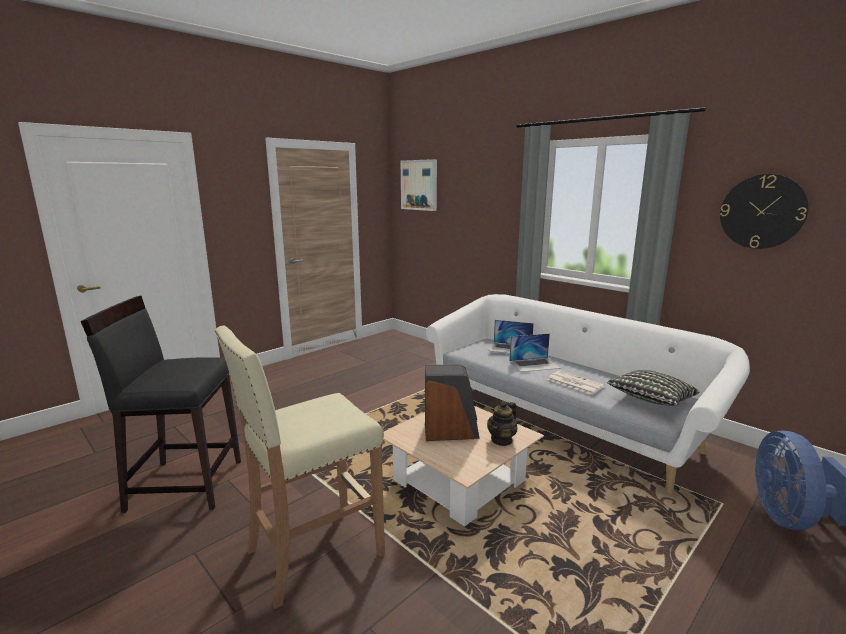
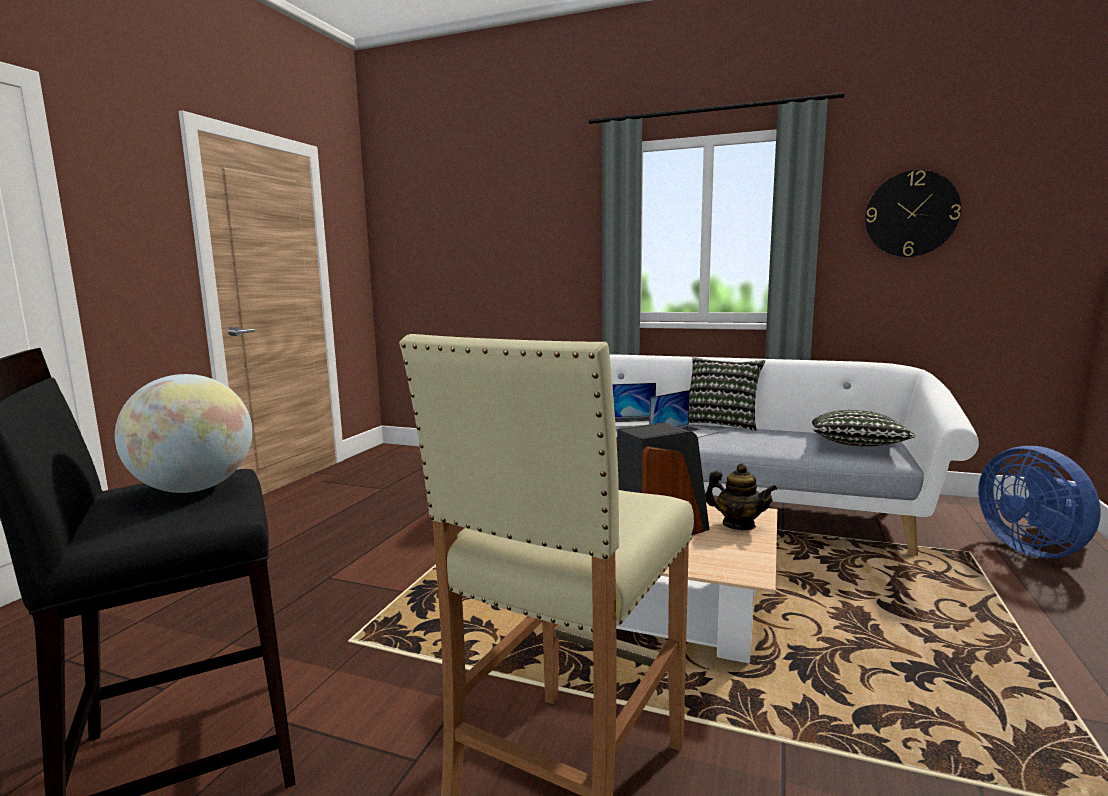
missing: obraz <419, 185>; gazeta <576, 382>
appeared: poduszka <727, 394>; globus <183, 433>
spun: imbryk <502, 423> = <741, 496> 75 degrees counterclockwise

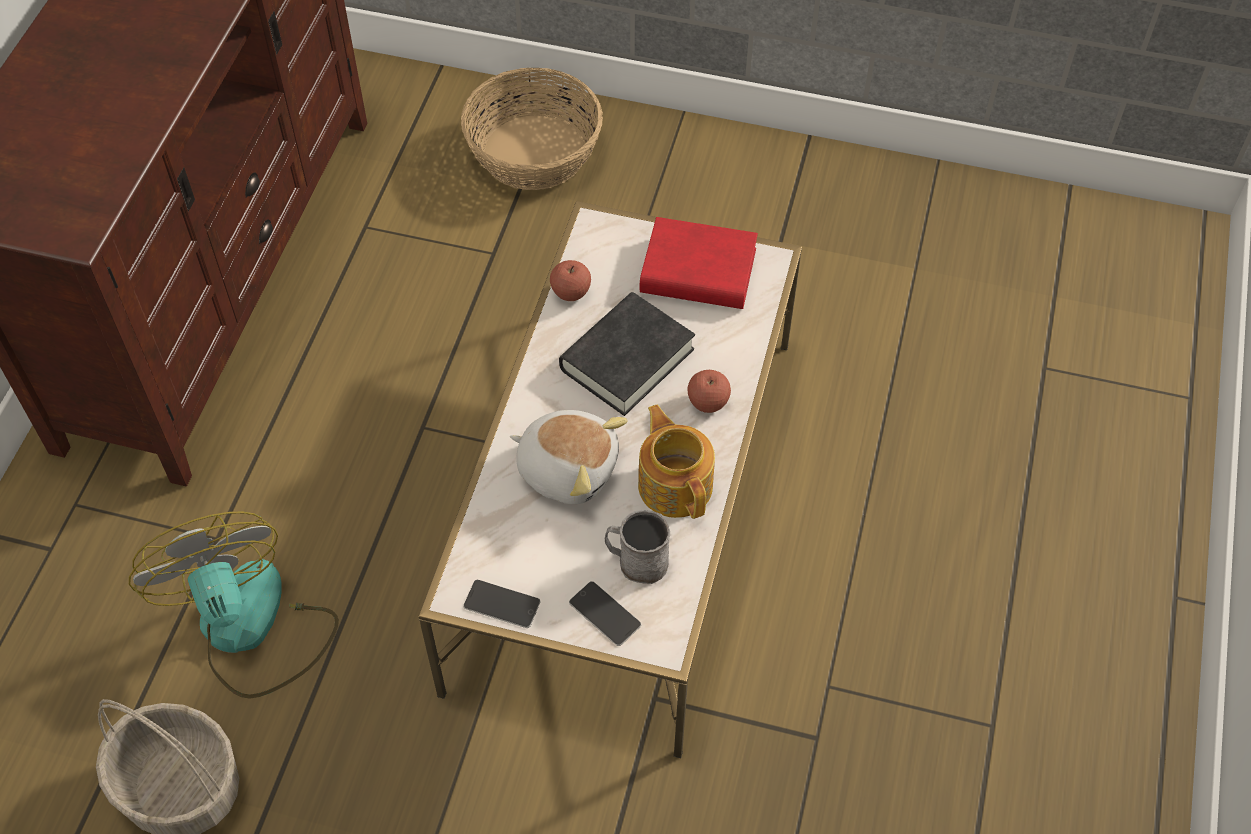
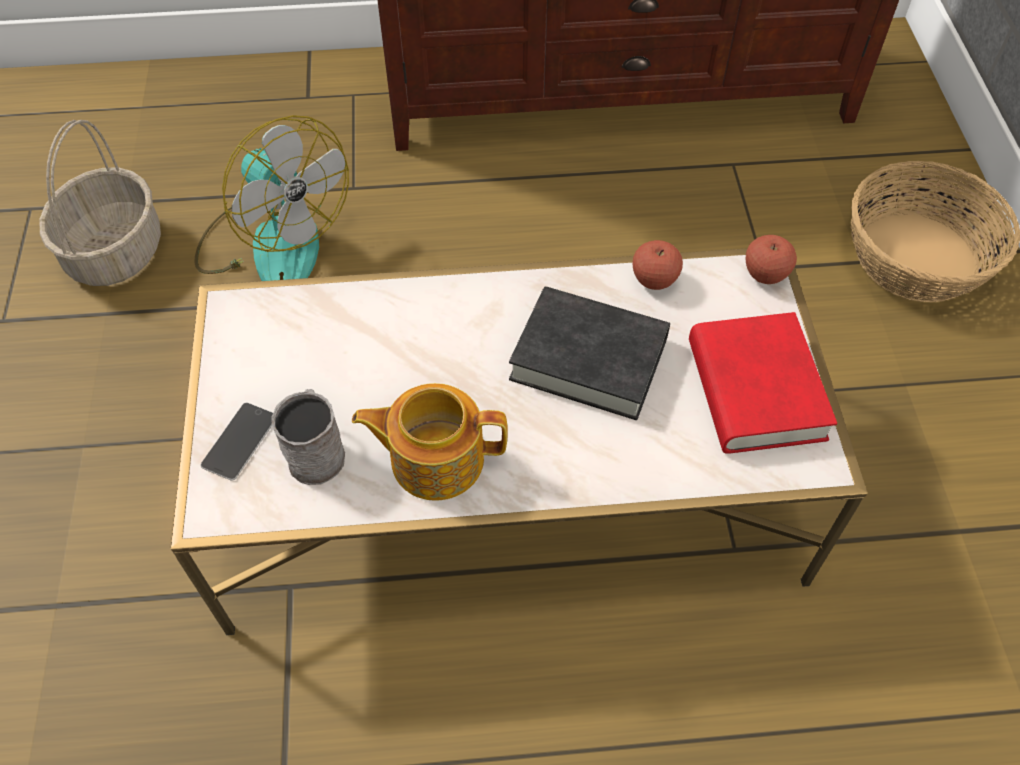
missing: pluszak <569, 457>; telefon <502, 604>
relocated: jabłko <709, 391> to <771, 259>
spun: imbryk <676, 462> = <430, 442> 135 degrees counterclockwise; wentylator <234, 605> = <271, 198> 90 degrees clockwise

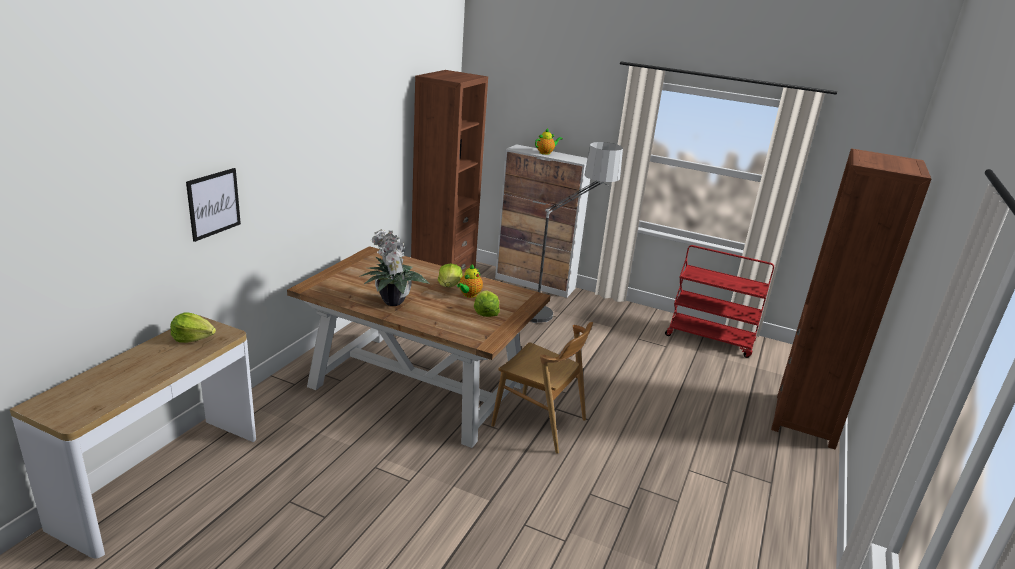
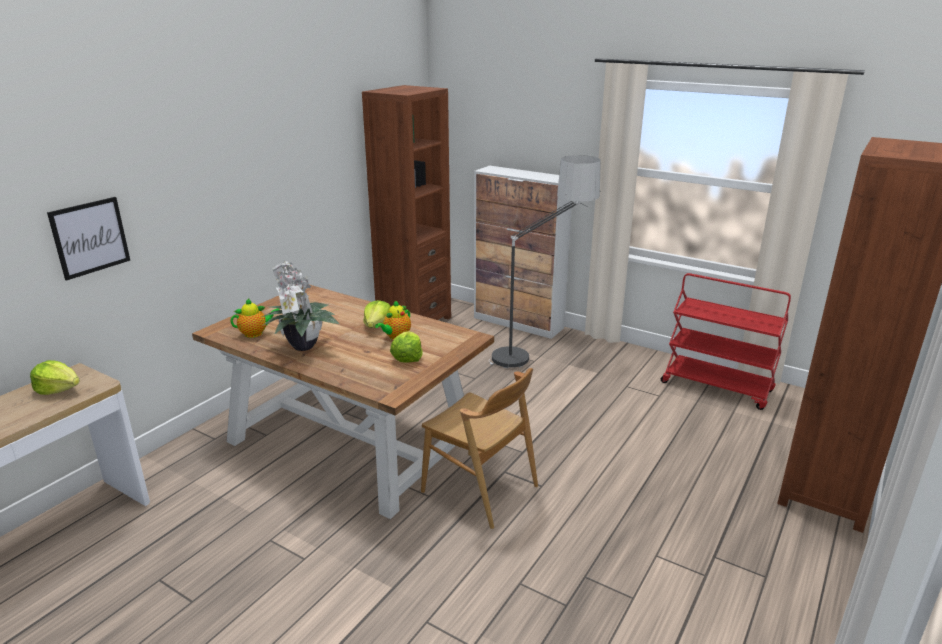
relocated: imbryk <549, 141> to <255, 318>

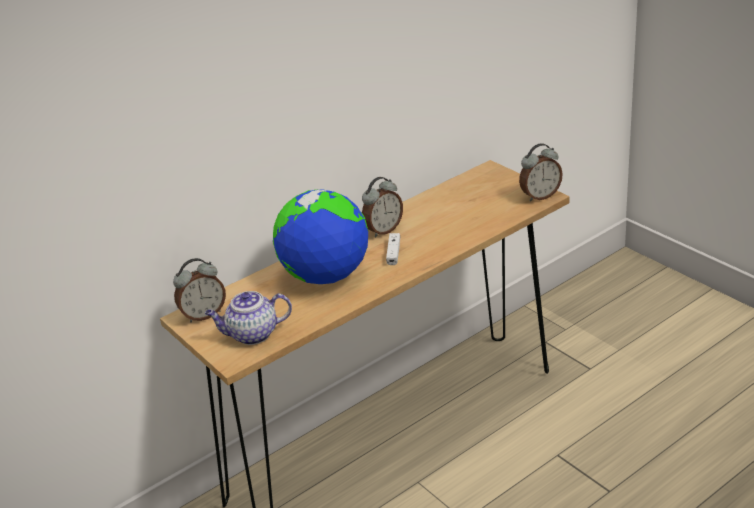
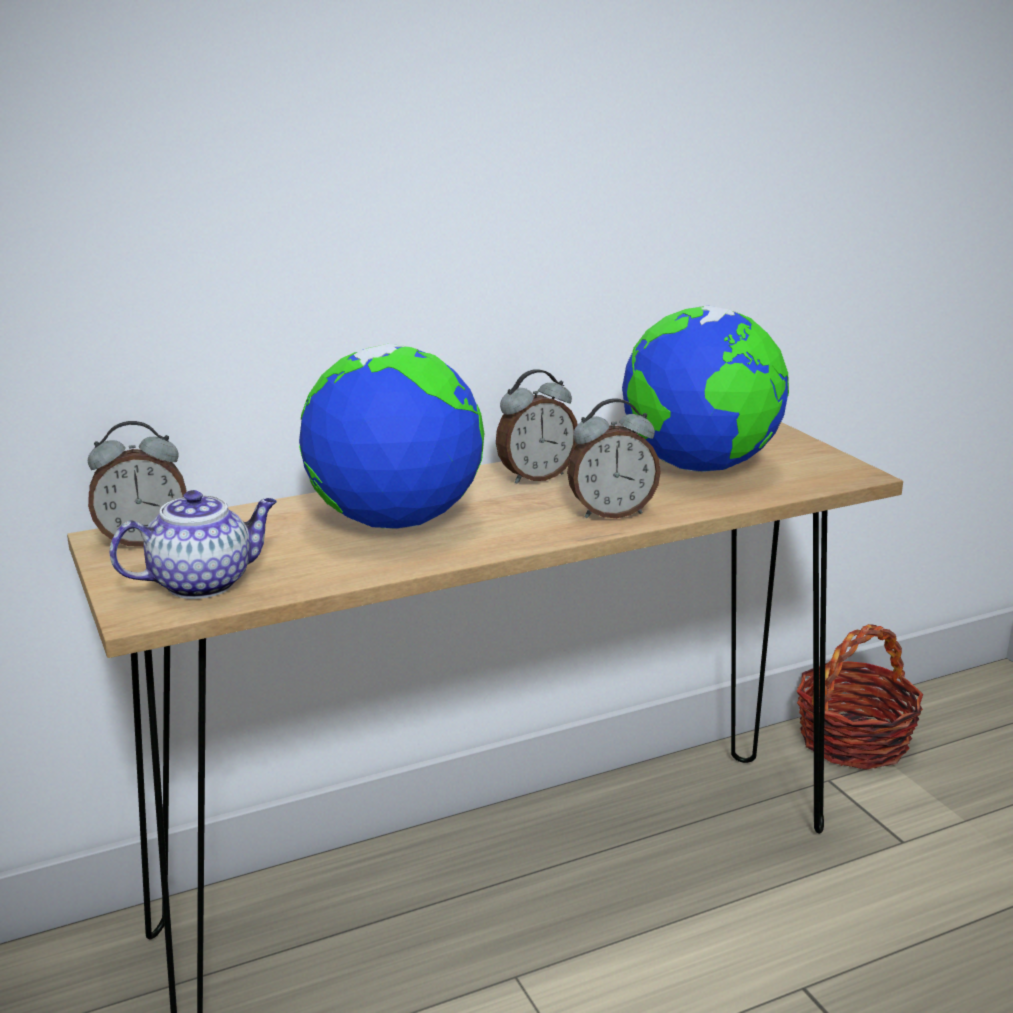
missing: pad do gier (biały) <393, 249>
appeared: globus <705, 389>; koszyk <860, 697>
relocated: budzik <541, 172> to <614, 458>
spun: imbryk <248, 318> = <193, 544> 150 degrees clockwise

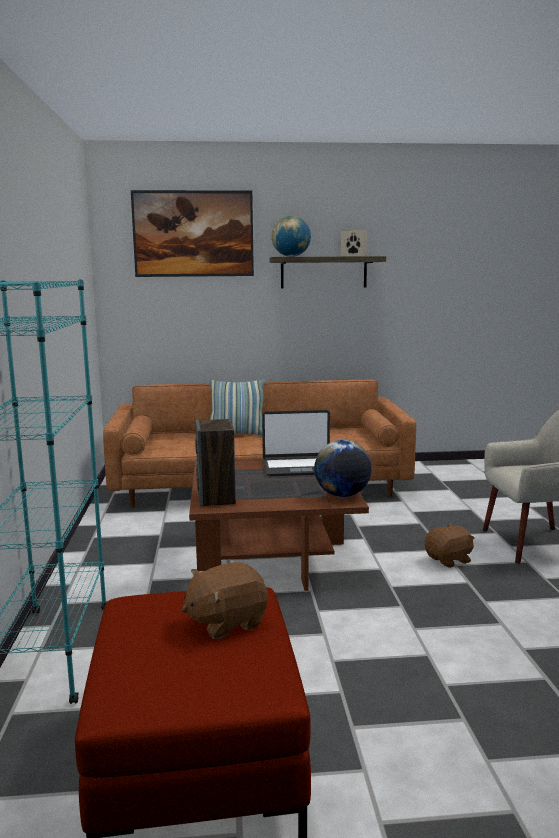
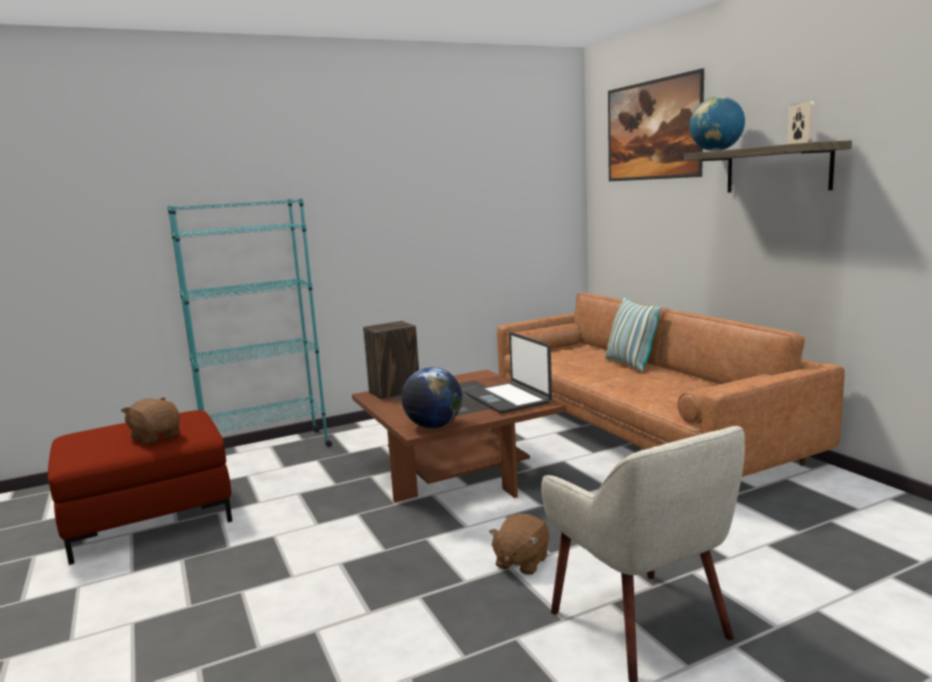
spun: pluszak (brązowy) <450, 546> = <519, 544> 75 degrees clockwise

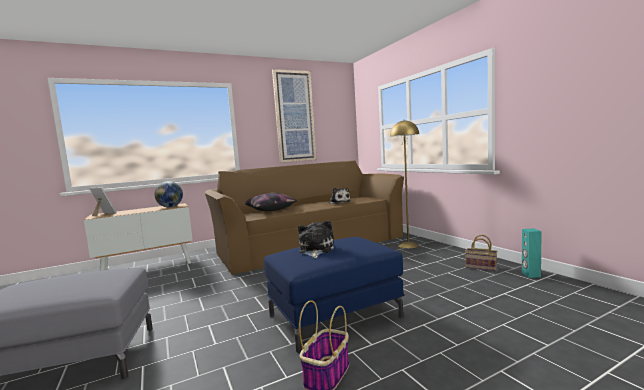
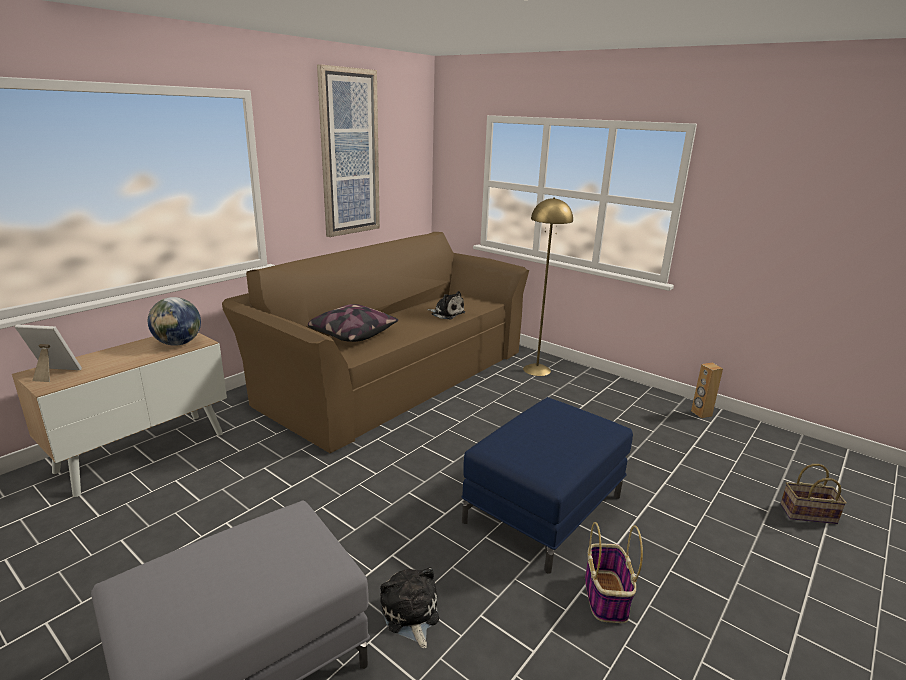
relocated: pluszak <316, 239> to <409, 608>; koszyk <481, 253> to <813, 494>
colour: głośnik (turkusowy) <532, 253> to głośnik (brązowy) <707, 390>

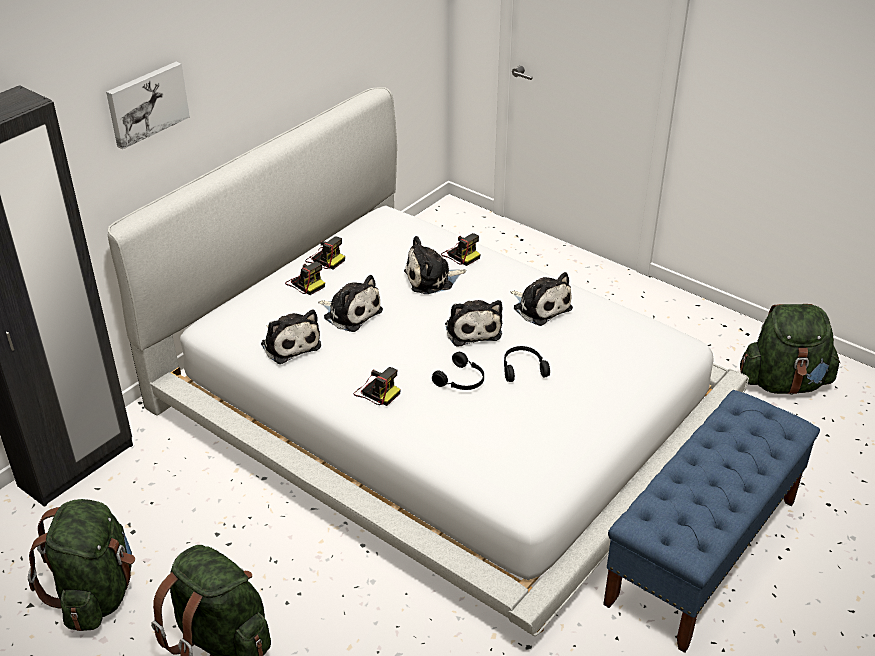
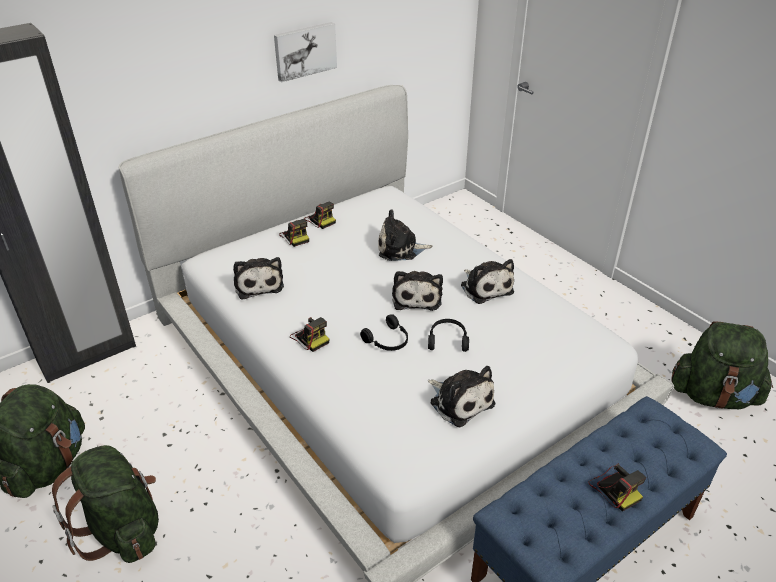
relocated: obraz <148, 105> to <305, 52>; aparat fotograficzny <461, 249> to <617, 487>; pluszak <350, 303> to <461, 396>

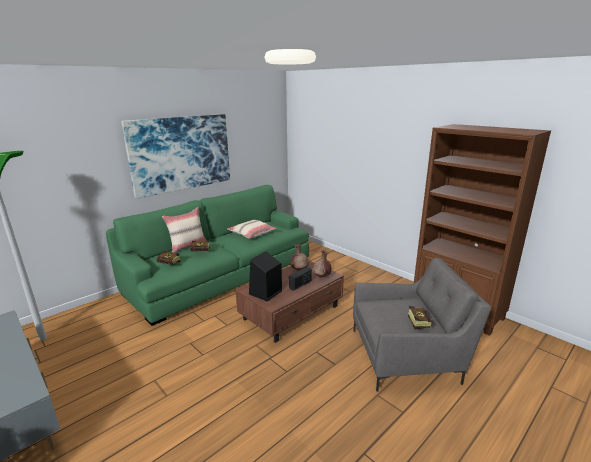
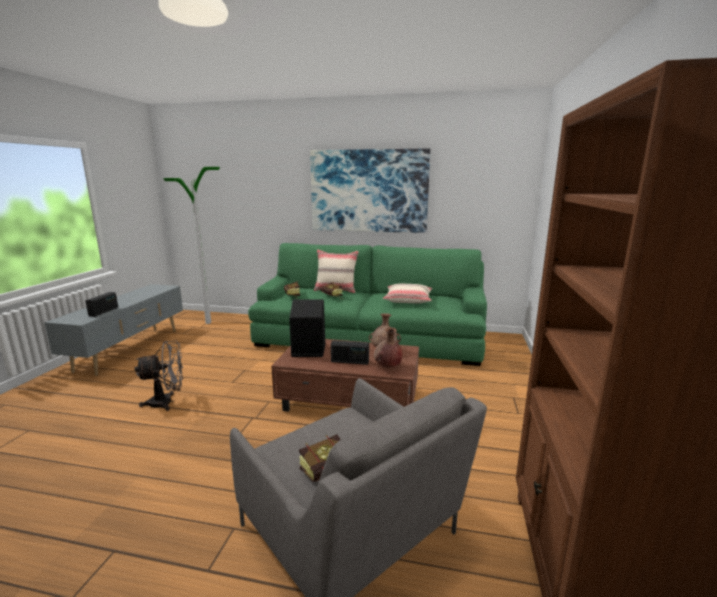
appeared: radio <101, 304>; wentylator (szary) <159, 376>

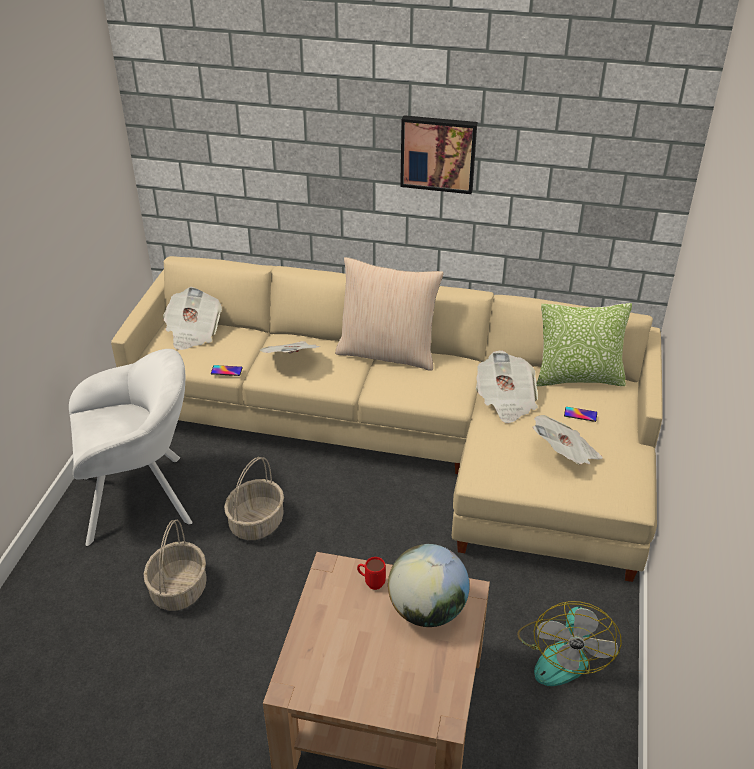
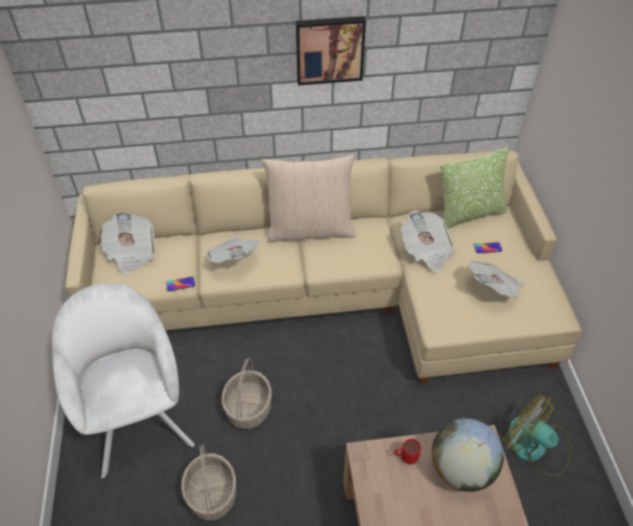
spun: fotel (biały) <131, 448> = <123, 381> 75 degrees counterclockwise; wentylator <569, 643> = <537, 435> 135 degrees clockwise

